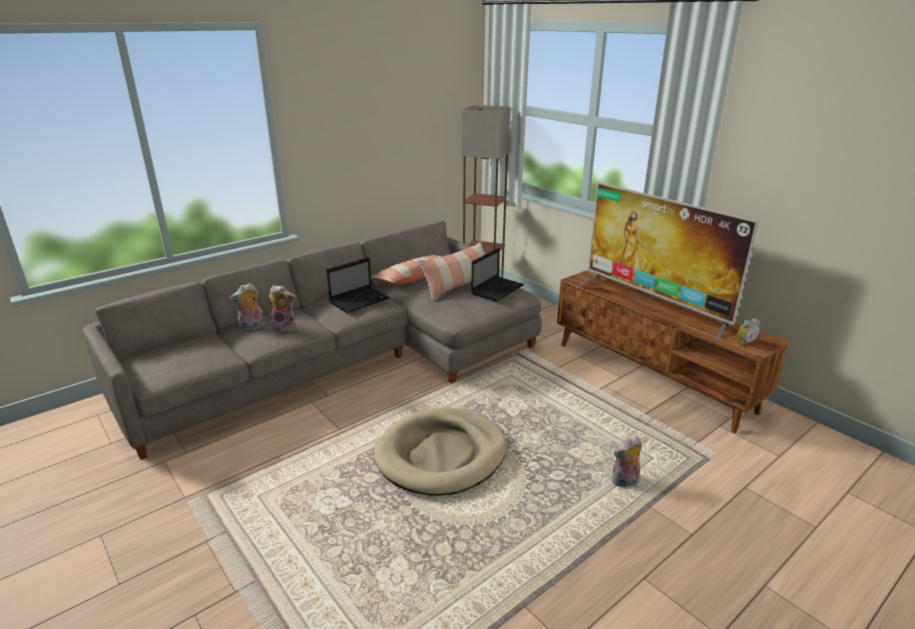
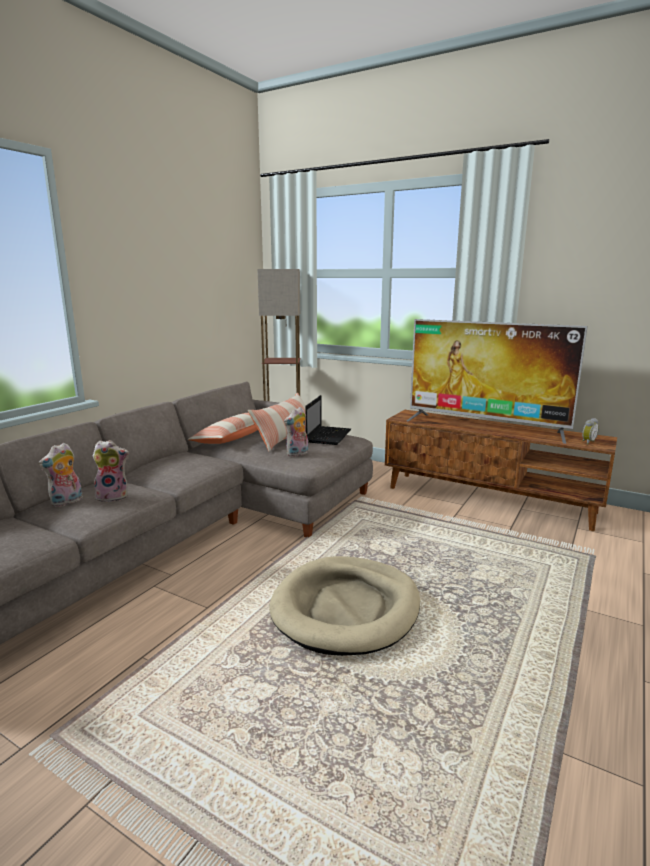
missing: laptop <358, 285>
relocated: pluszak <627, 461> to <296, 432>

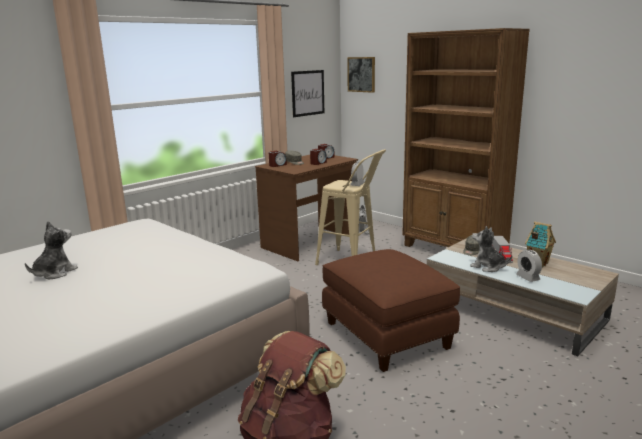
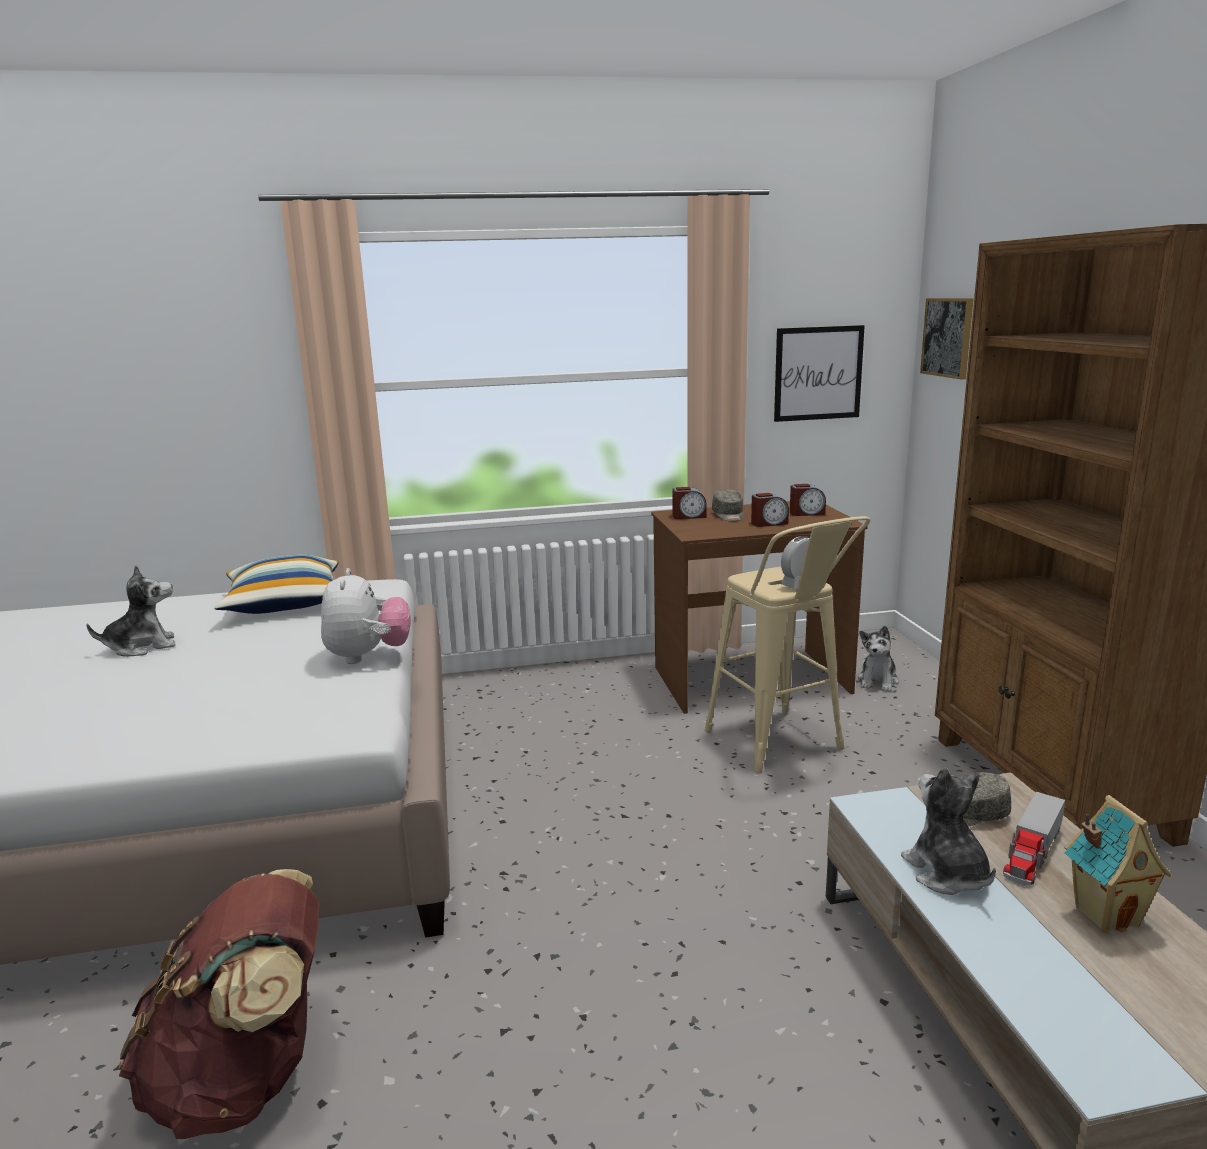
missing: pufa (brązowy) <391, 310>; budzik <529, 266>
appeared: poduszka <277, 584>; pluszak <366, 616>

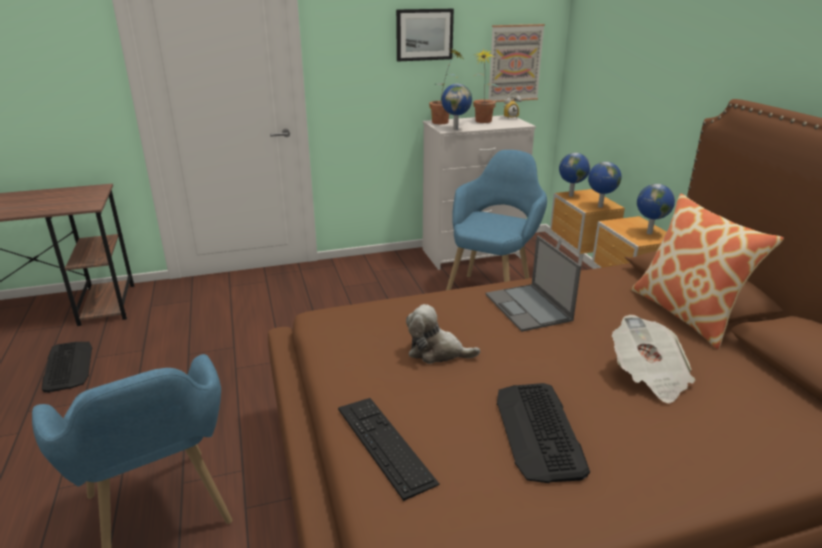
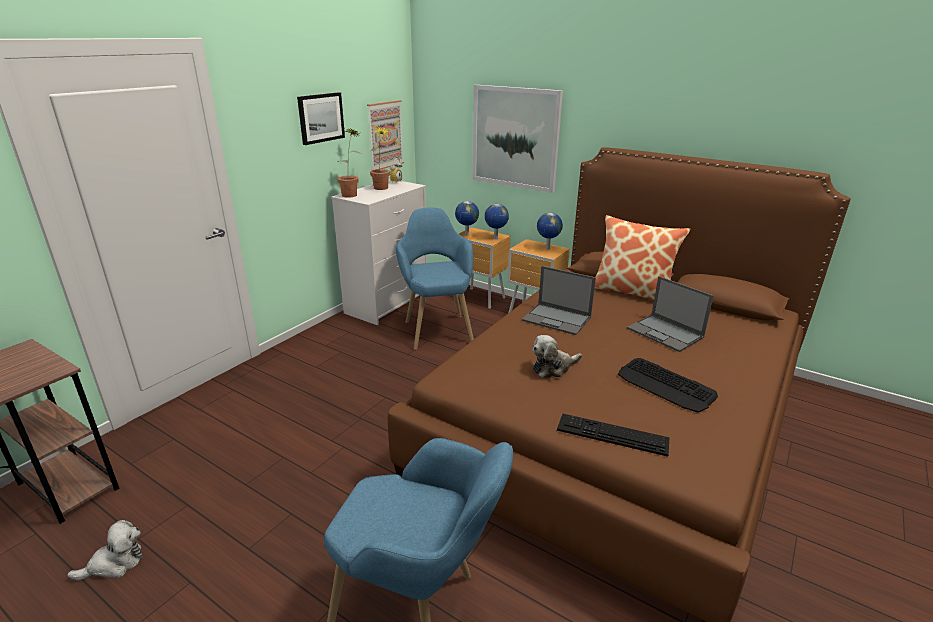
missing: globus <456, 107>
appeared: obraz <518, 139>
exchanged: gazeta <653, 359> to laptop <670, 314>; klawiatura <67, 367> to pluszak <105, 550>

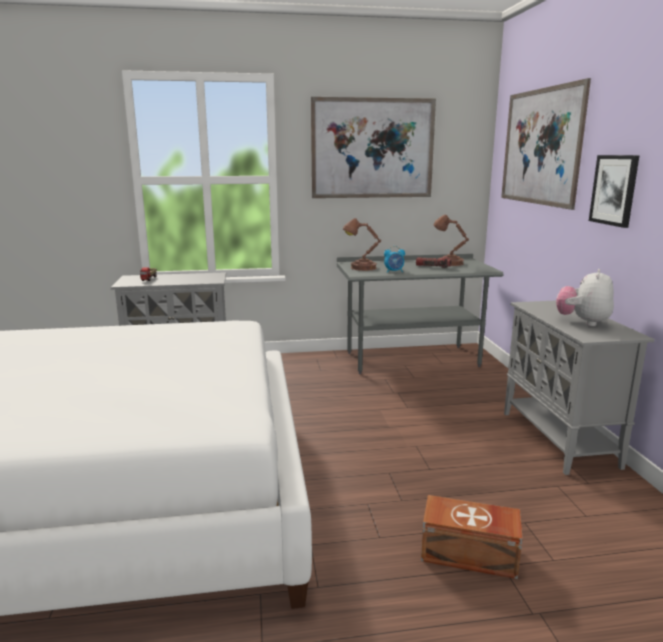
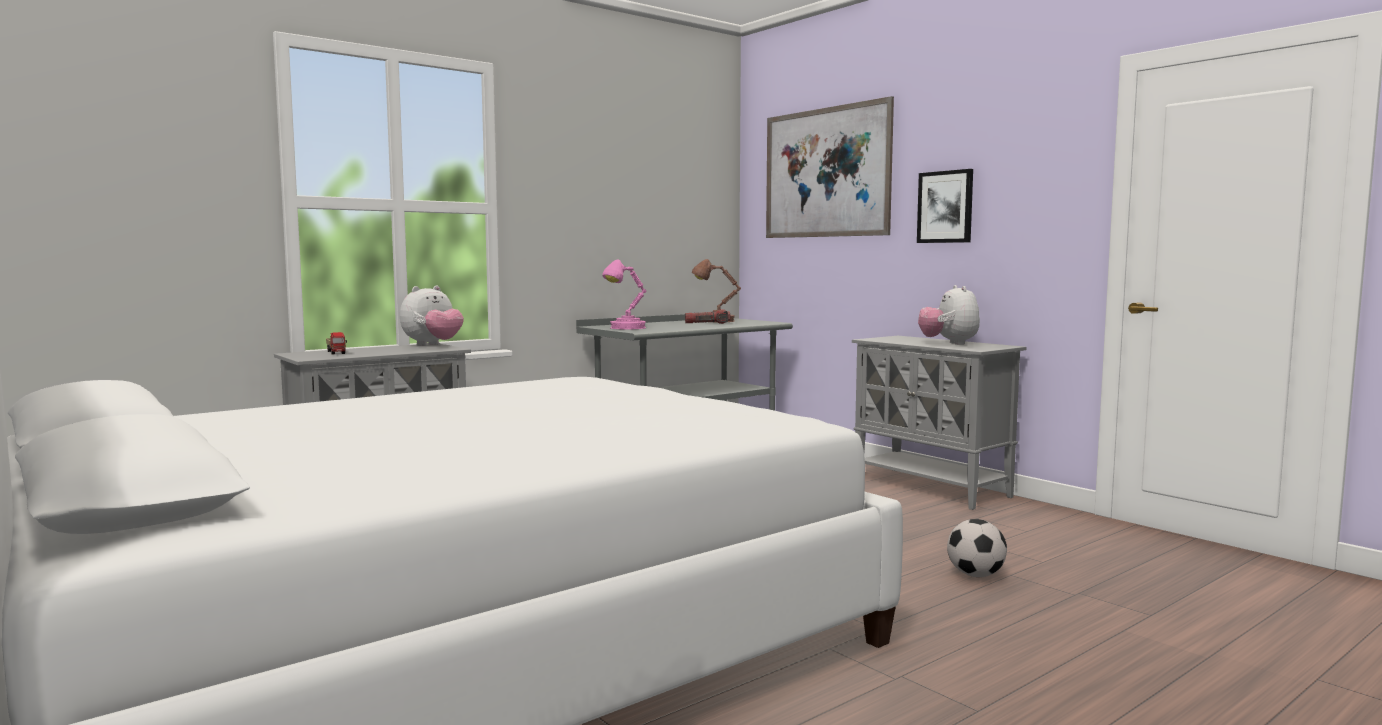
missing: obraz <373, 147>; budzik <394, 259>
appeared: pluszak <432, 316>
exchanged: pojemnik do przechowywania (brązowy) <472, 537> to piłka futbolowa <977, 548>
colour: lampa stołowa (brązowy) <362, 244> to lampa stołowa (różowy) <624, 294>

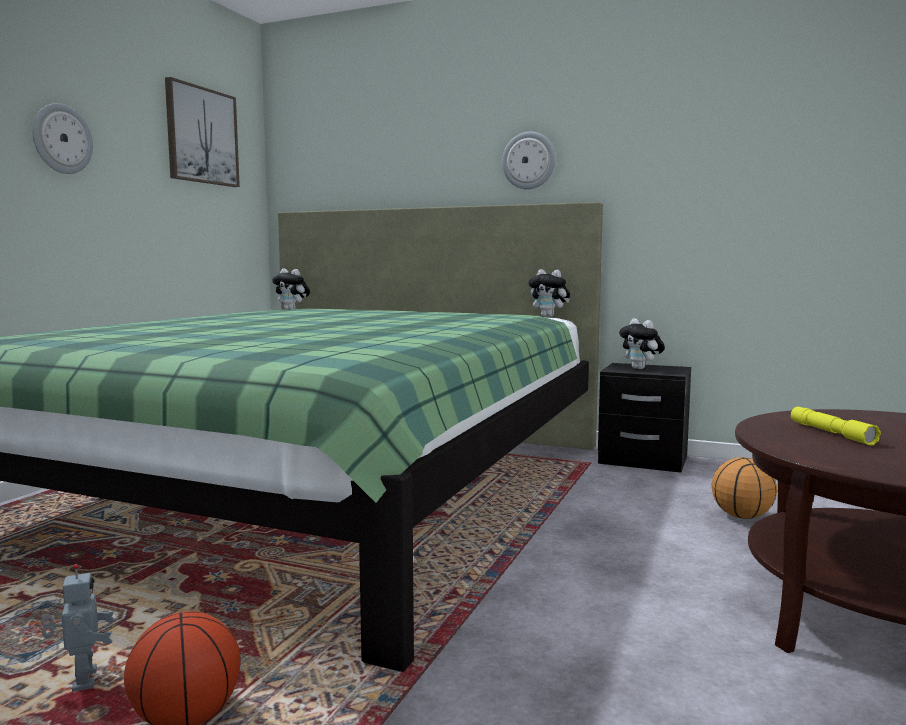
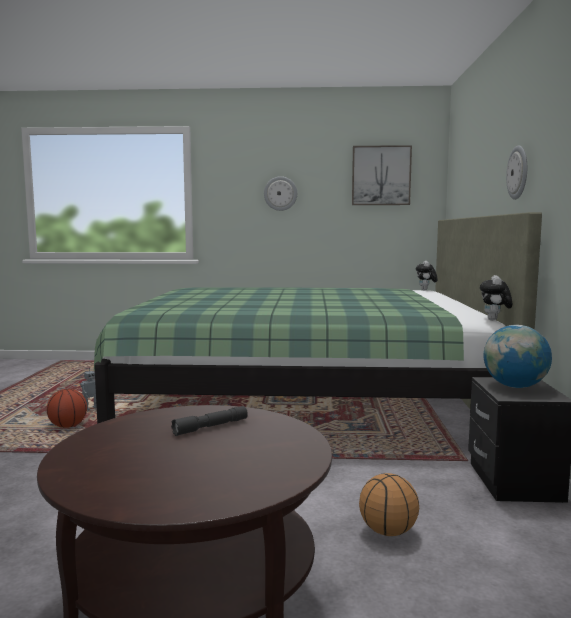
exchanged: pluszak <642, 343> to globus <517, 356>
colour: latarka (żółty) <836, 426> to latarka (szary) <209, 421>

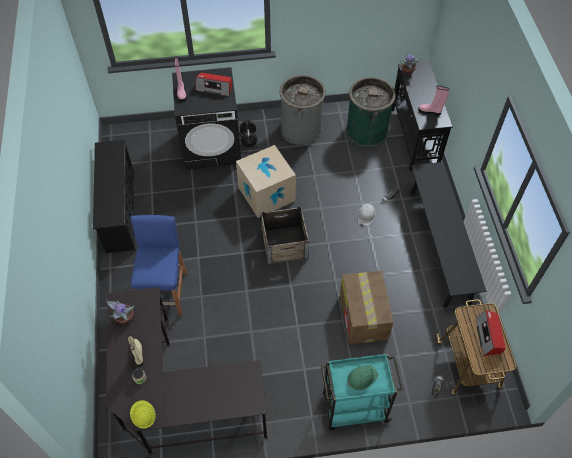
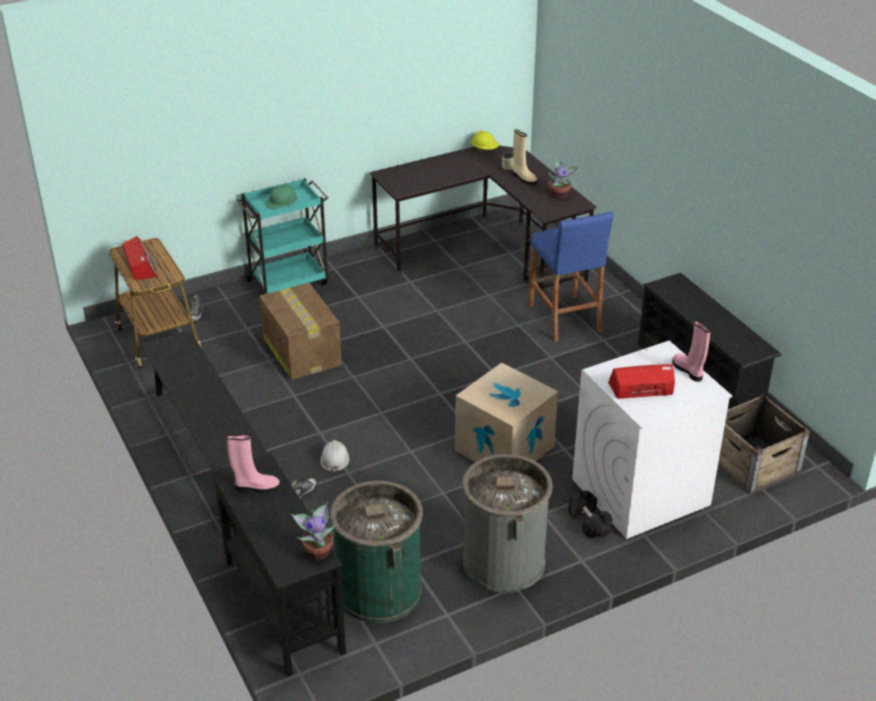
relocated: skrzynka <285, 236> to <764, 443>
colour: pralka (czarny) <206, 118> to pralka (biały) <652, 440>

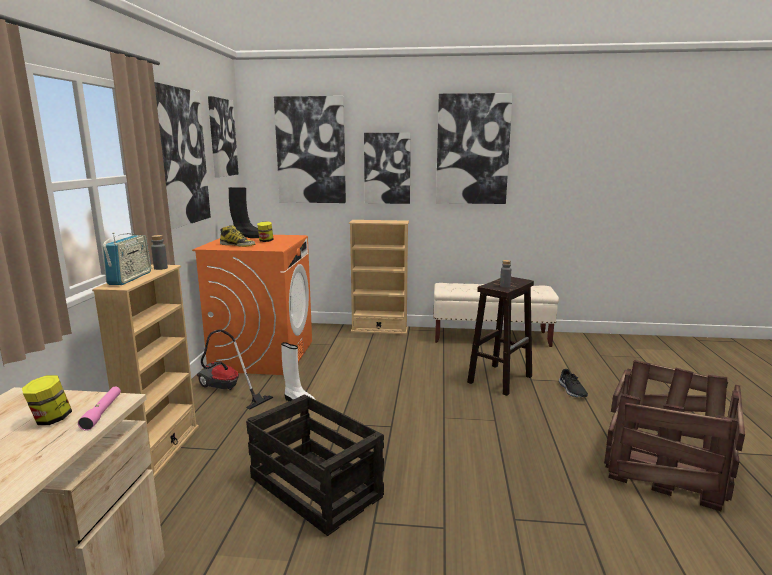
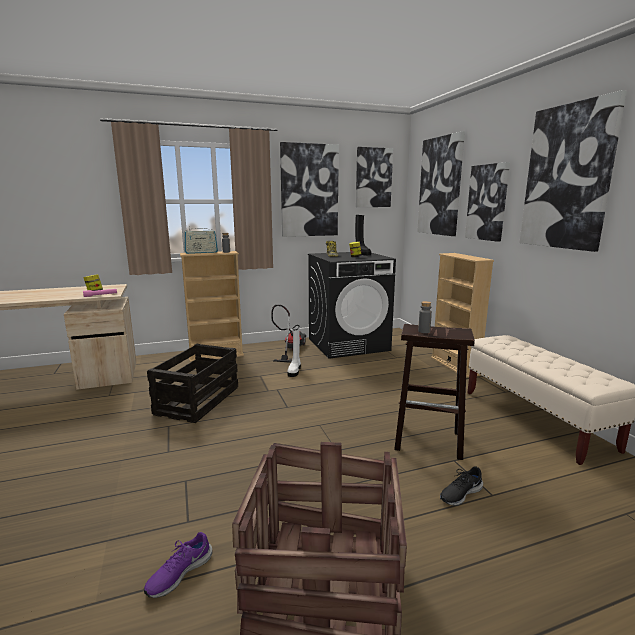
appeared: but (fioletowy) <178, 565>
colour: pralka (pomarańczowy) <252, 305> to pralka (czarny) <352, 305>

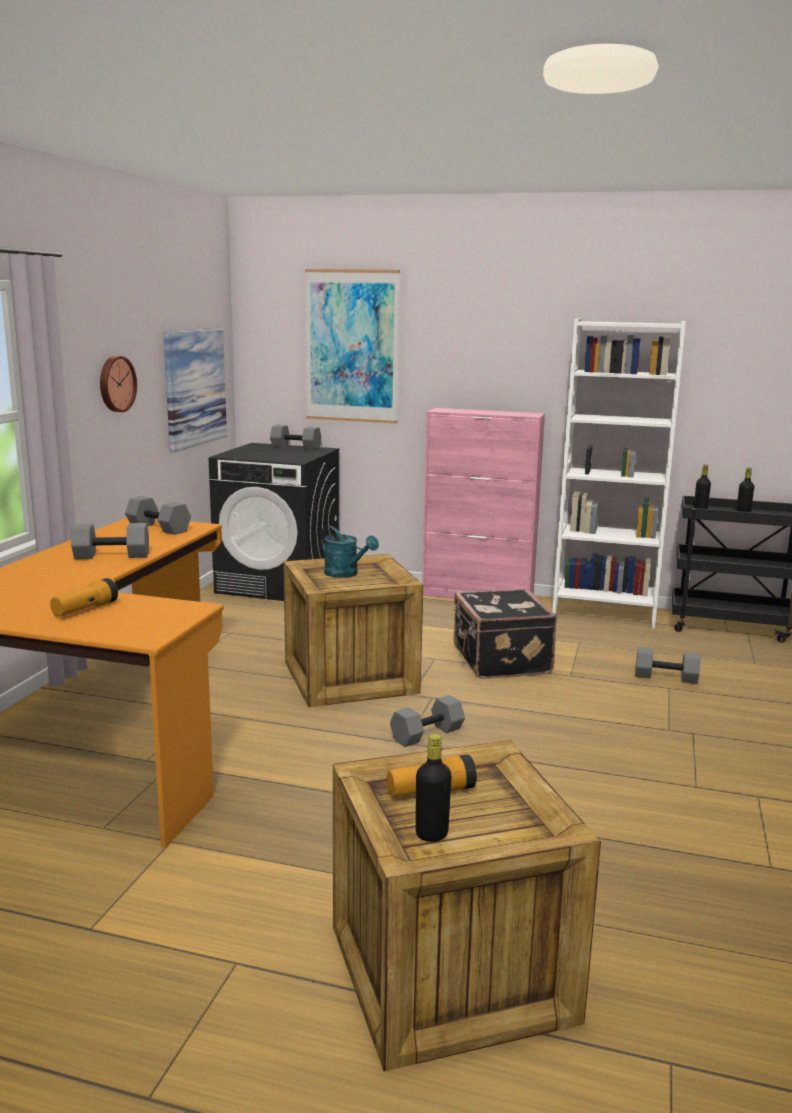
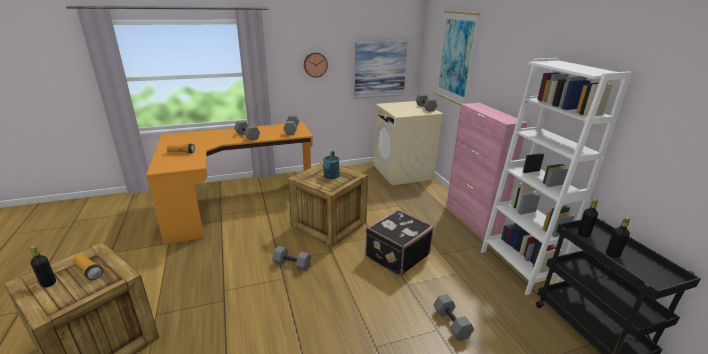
colour: pralka (czarny) <274, 522> to pralka (beżowy) <408, 143>

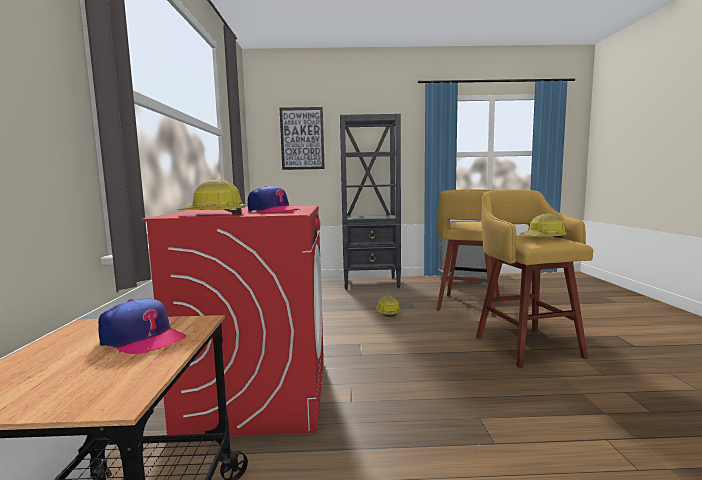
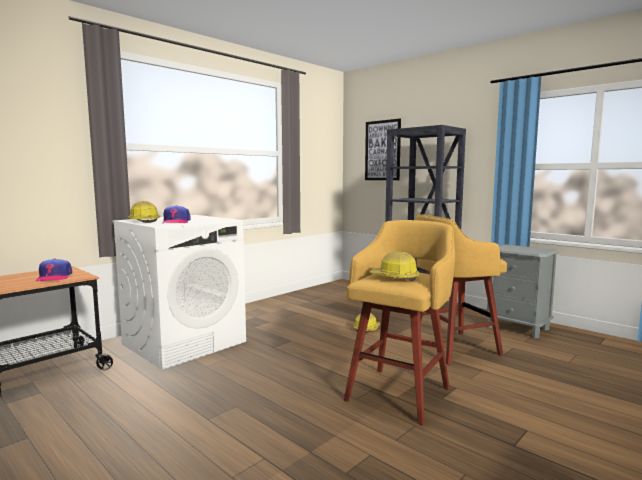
colour: pralka (czerwony) <232, 320> to pralka (biały) <179, 292>

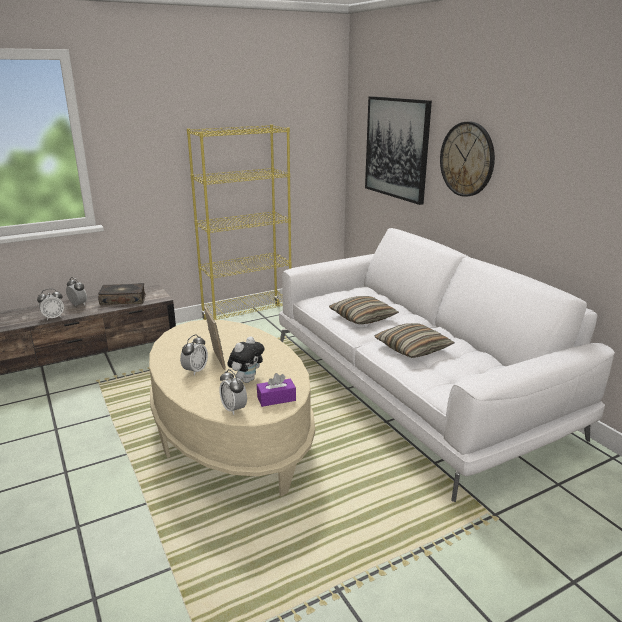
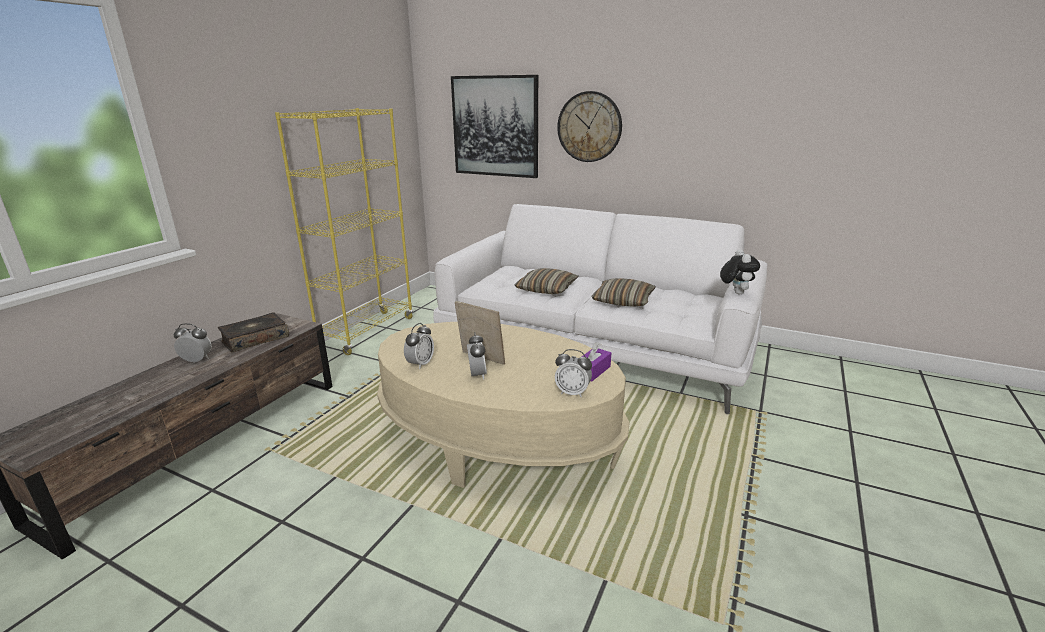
relocated: budzik <50, 304> to <419, 346>; pluszak <246, 359> to <740, 271>

